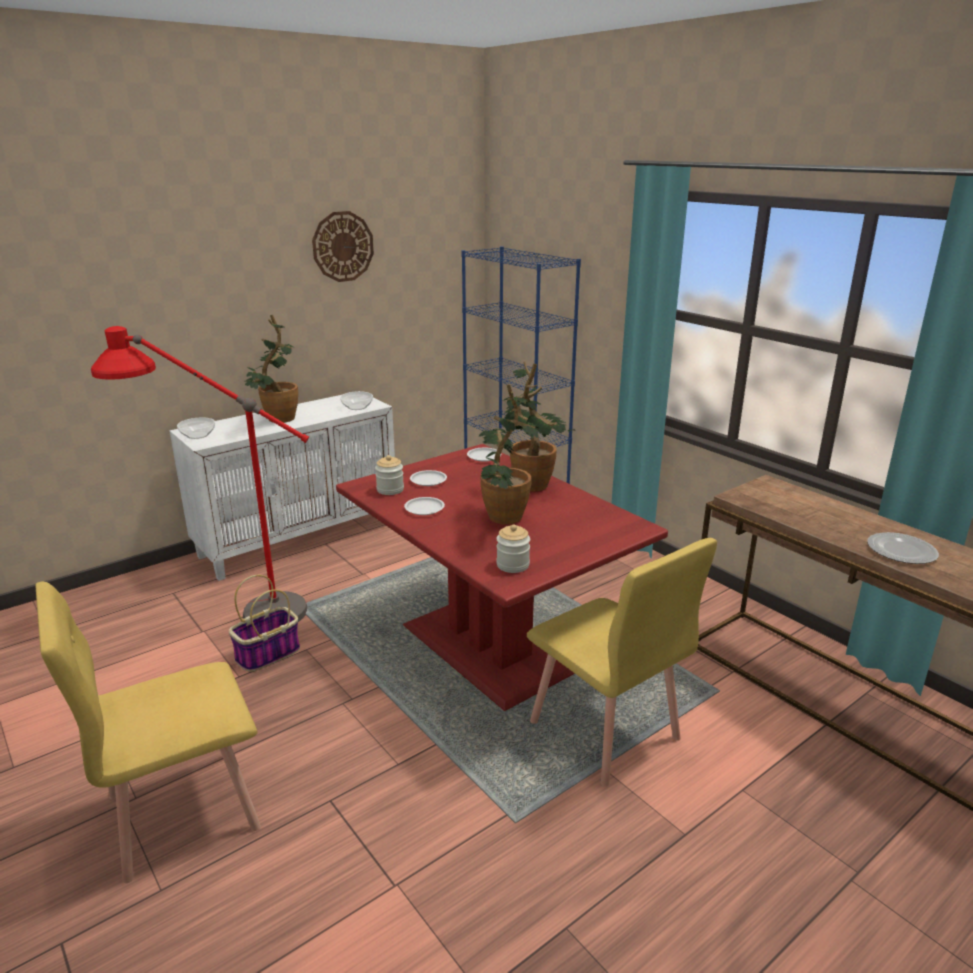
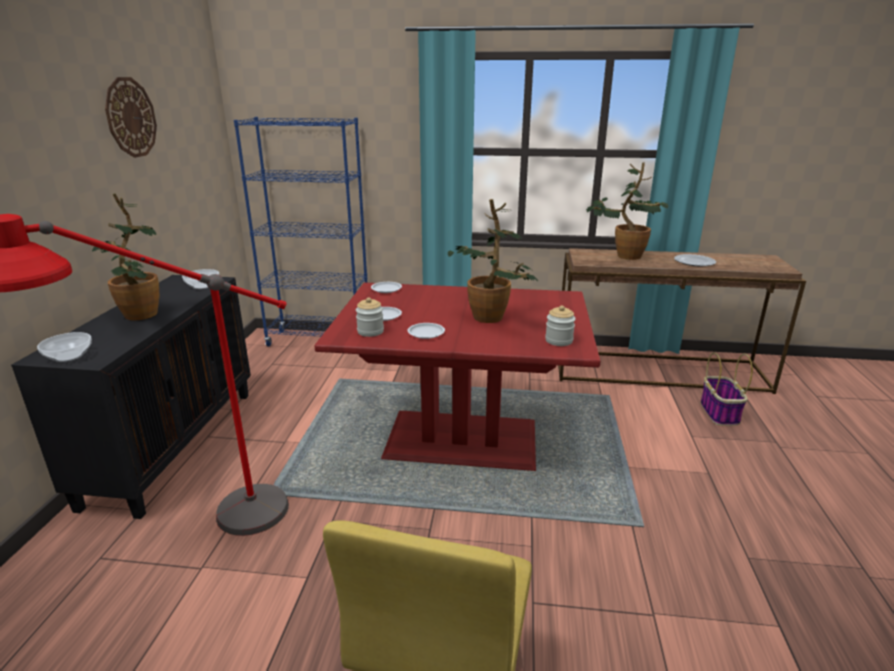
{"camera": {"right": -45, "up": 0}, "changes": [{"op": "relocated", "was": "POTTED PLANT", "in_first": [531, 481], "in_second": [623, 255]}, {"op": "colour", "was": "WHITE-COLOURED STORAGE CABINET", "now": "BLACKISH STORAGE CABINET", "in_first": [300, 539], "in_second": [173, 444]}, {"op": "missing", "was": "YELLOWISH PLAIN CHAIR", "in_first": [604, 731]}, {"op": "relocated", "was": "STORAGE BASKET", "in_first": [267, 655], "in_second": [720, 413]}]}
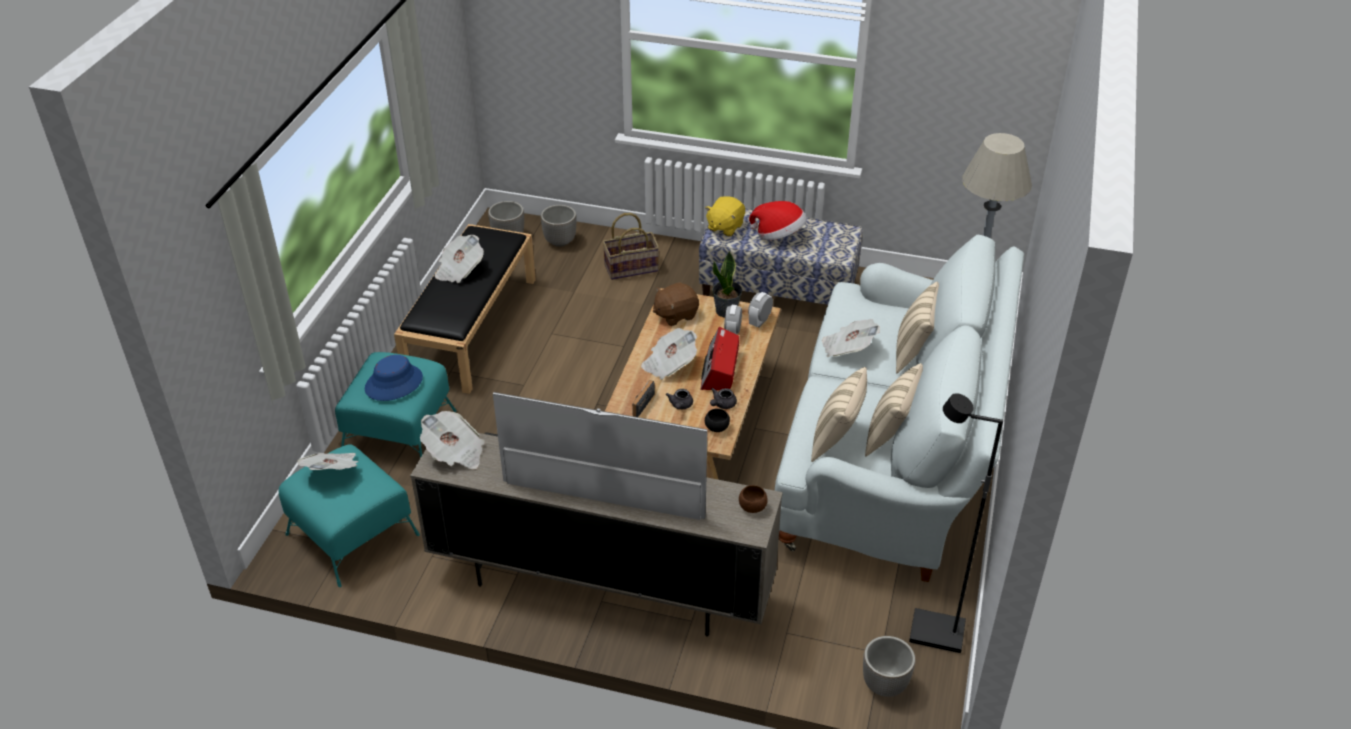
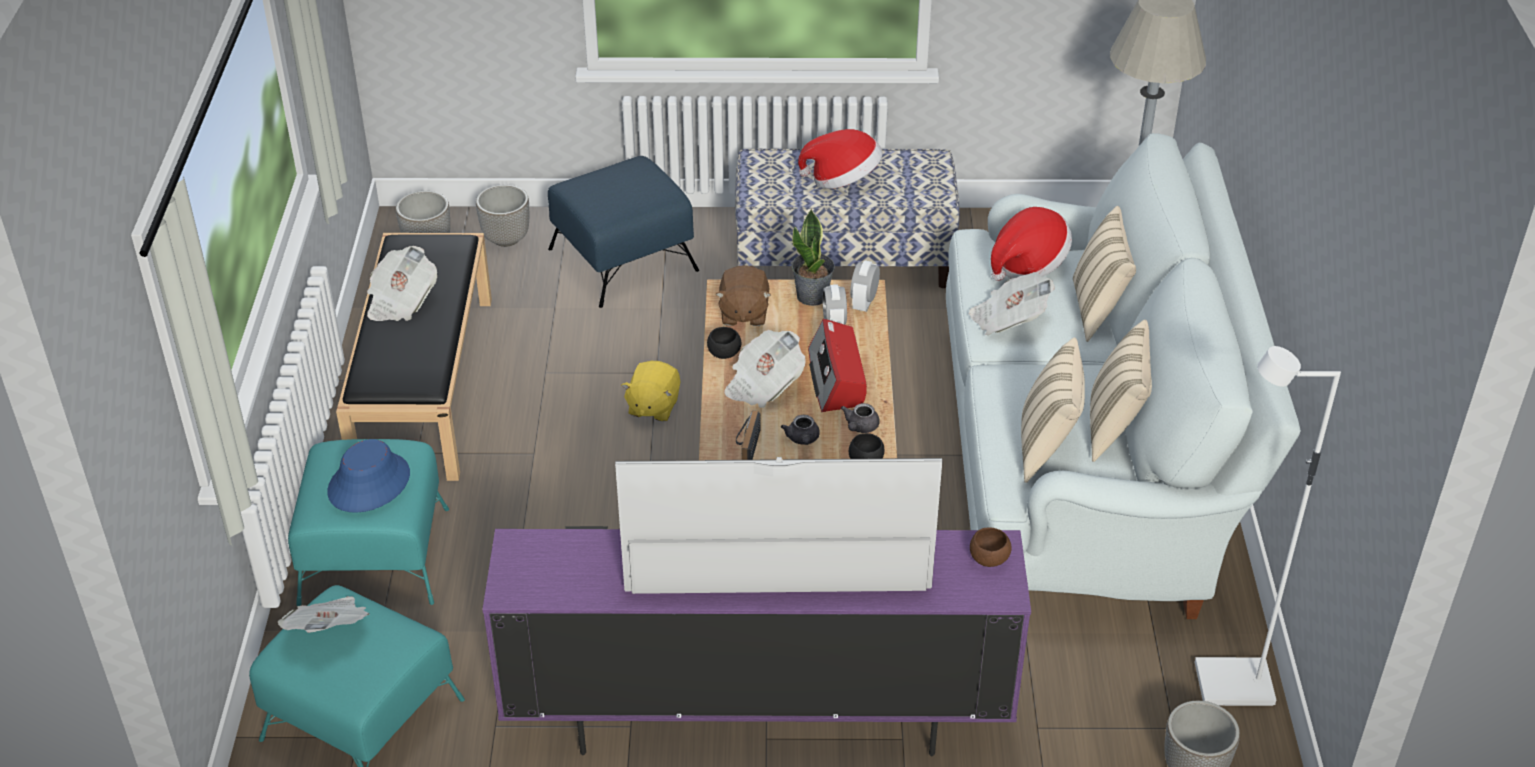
{"camera": {"right": -15, "up": 0}, "changes": [{"op": "relocated", "was": "YELLOWISH PLUSH TOY", "in_first": [725, 227], "in_second": [653, 406]}, {"op": "exchanged", "was": "STORAGE BASKET", "now": "BLUISH FOOTREST", "in_first": [631, 267], "in_second": [624, 259]}, {"op": "spun", "was": "BROWN-COLOURED PLUSH TOY", "in_first": [675, 315], "in_second": [743, 313], "clockwise": -45}, {"op": "colour", "was": "BLACKISH STANDING LAMP", "now": "WHITE-COLOURED STANDING LAMP", "in_first": [935, 634], "in_second": [1233, 686]}, {"op": "missing", "was": "PRINTED PAPER", "in_first": [455, 453]}, {"op": "colour", "was": "BEIGE TV UNIT", "now": "PURPLE-COLOURED TV UNIT", "in_first": [599, 586], "in_second": [755, 718]}, {"op": "appeared", "now": "CLOTHING HAT", "in_second": [1028, 264]}, {"op": "appeared", "now": "BLACKISH DEEP DISH", "in_second": [724, 353]}]}
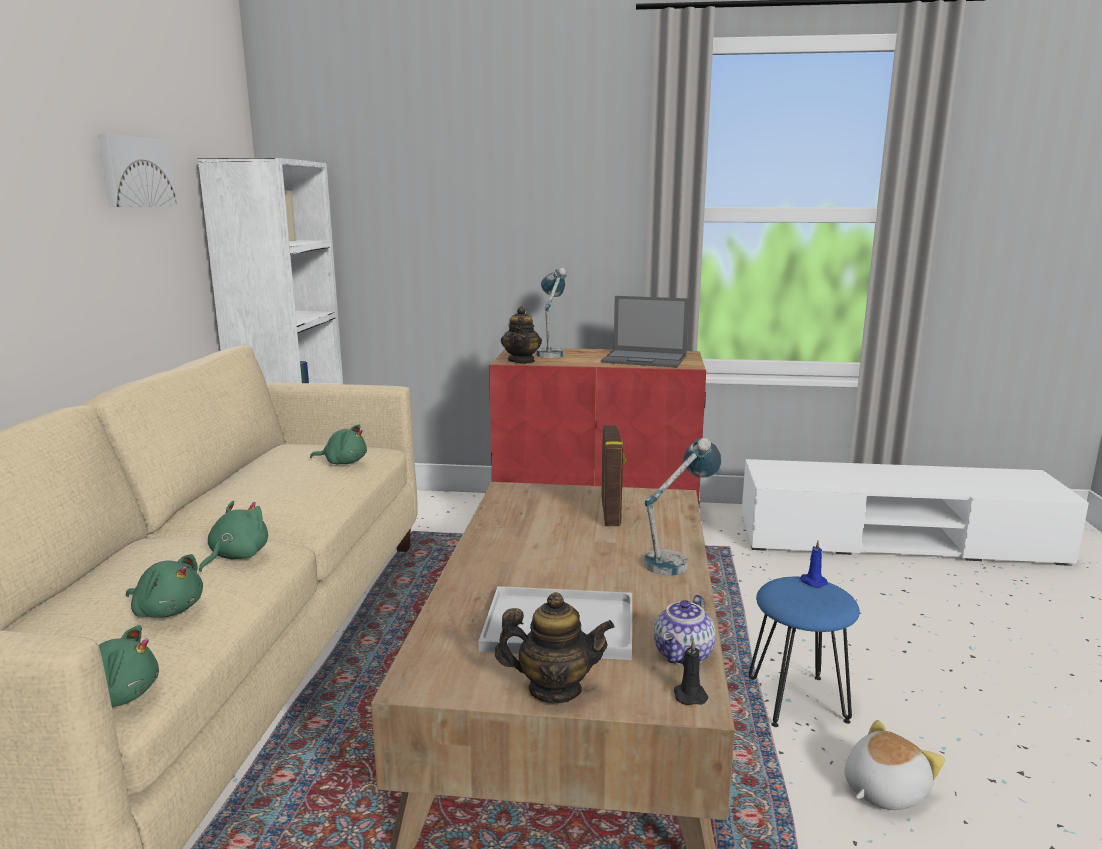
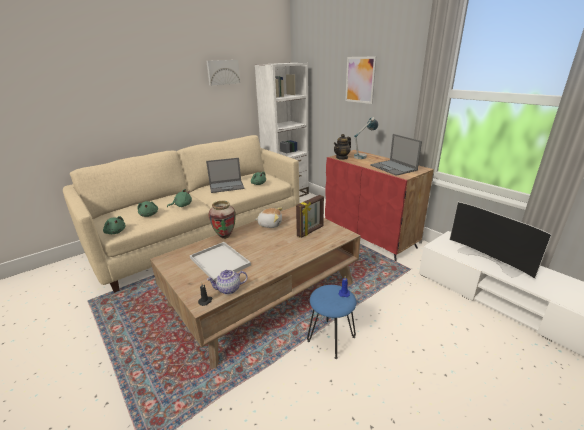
{"camera": {"right": 45, "up": 10}, "changes": [{"op": "missing", "was": "TABLE LAMP", "in_first": [677, 559]}, {"op": "missing", "was": "TEA POT", "in_first": [554, 689]}, {"op": "relocated", "was": "PLUSH TOY", "in_first": [882, 790], "in_second": [270, 224]}, {"op": "appeared", "now": "WALL PICTURE", "in_second": [360, 80]}, {"op": "appeared", "now": "PORTABLE COMPUTER", "in_second": [227, 186]}, {"op": "appeared", "now": "DECORATIVE VASE", "in_second": [225, 236]}, {"op": "appeared", "now": "TELEVISION", "in_second": [490, 259]}]}
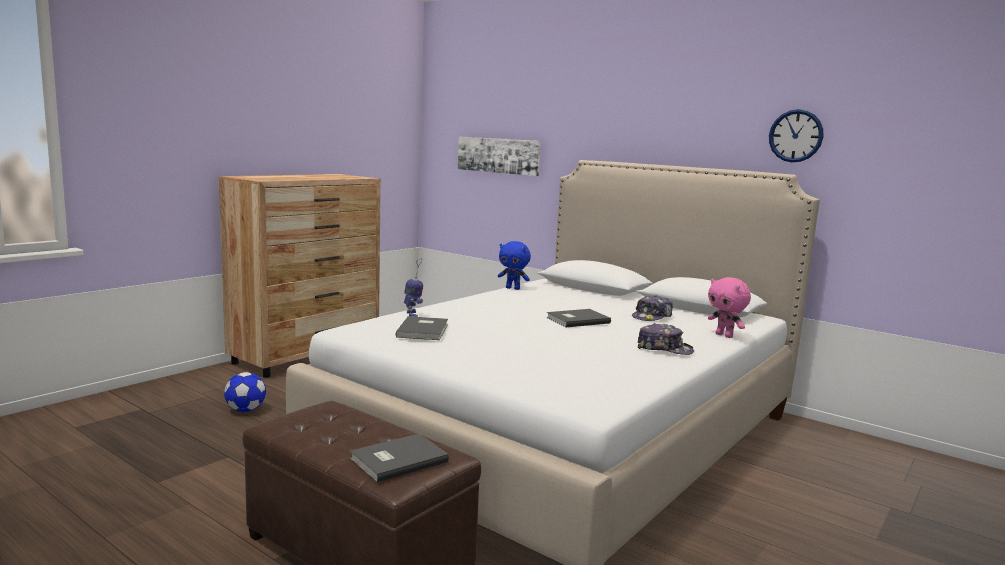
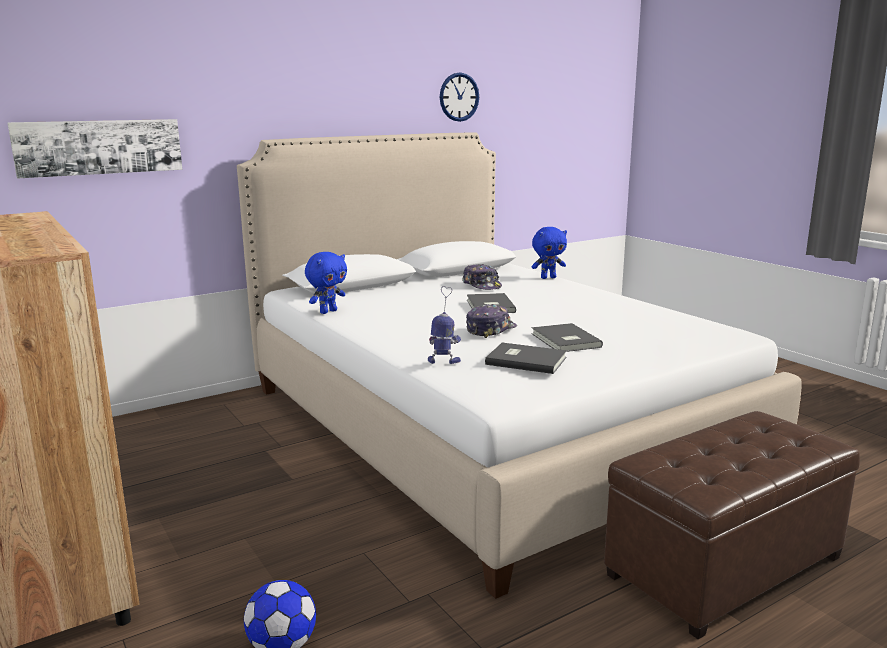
{"camera": {"right": -70, "up": 5}, "changes": [{"op": "colour", "was": "PINKISH PLUSH TOY", "now": "BLUISH PLUSH TOY", "in_first": [725, 336], "in_second": [548, 277]}, {"op": "relocated", "was": "PEAKED CAP", "in_first": [664, 349], "in_second": [490, 330]}, {"op": "relocated", "was": "GREYISH BOOK", "in_first": [396, 460], "in_second": [564, 341]}]}
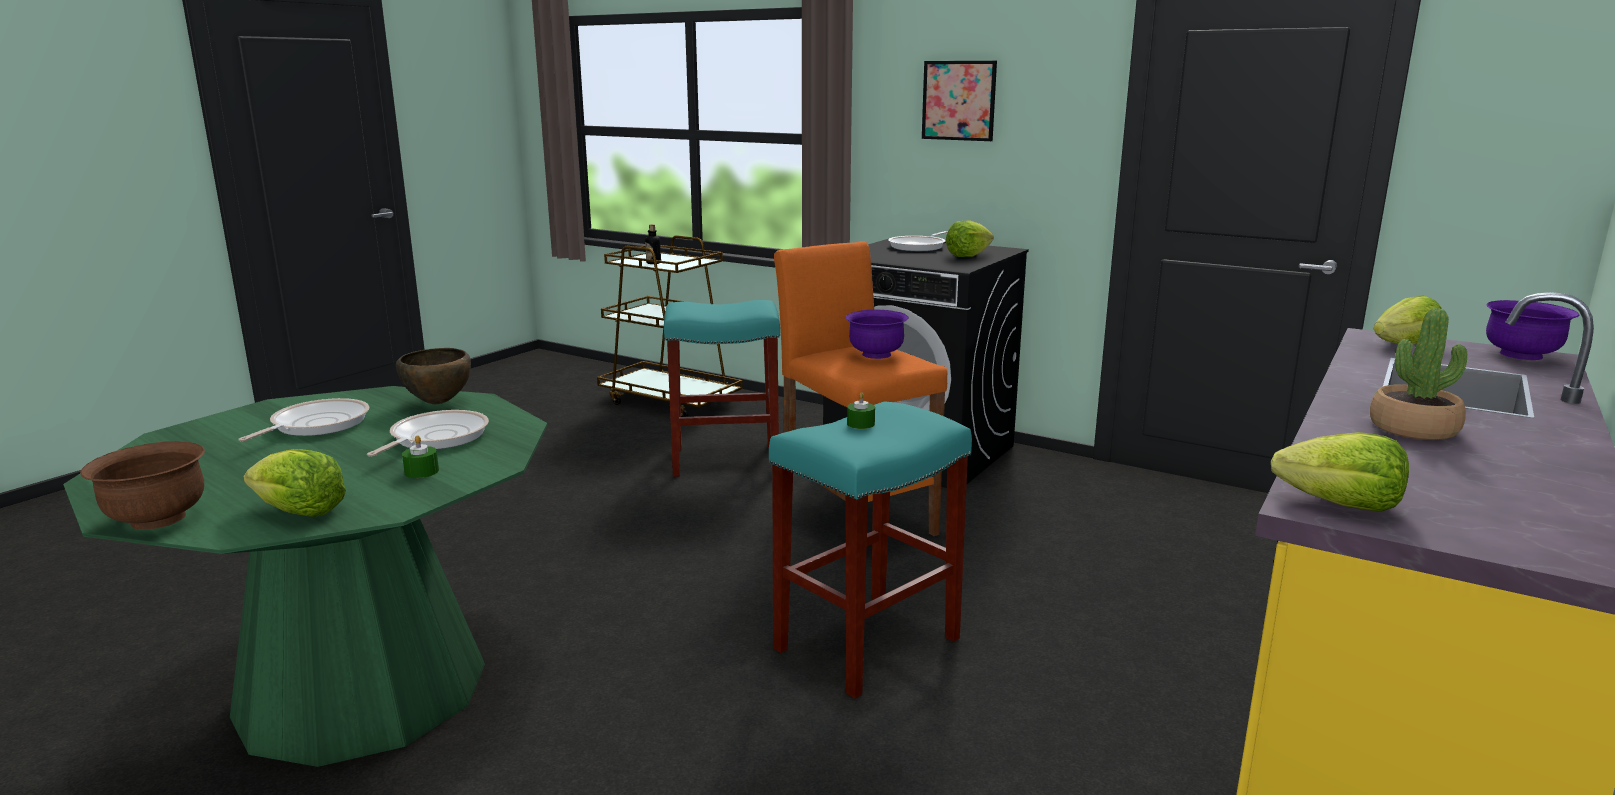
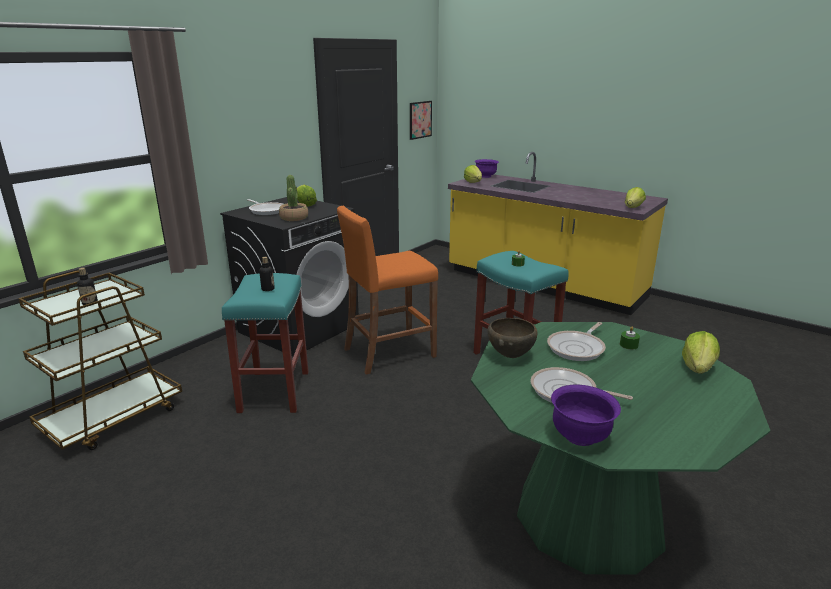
{"camera": {"right": -85, "up": 5}, "changes": [{"op": "relocated", "was": "WALL PICTURE", "in_first": [958, 100], "in_second": [420, 120]}, {"op": "relocated", "was": "POTTED PLANT", "in_first": [1413, 429], "in_second": [294, 218]}, {"op": "relocated", "was": "PURPLE-COLOURED DEEP DISH", "in_first": [876, 354], "in_second": [580, 437]}, {"op": "spun", "was": "SKILLET", "in_first": [435, 438], "in_second": [577, 348], "clockwise": -75}, {"op": "missing", "was": "BROWN-COLOURED DEEP DISH", "in_first": [157, 519]}, {"op": "appeared", "now": "DRINK BOTTLE", "in_second": [268, 289]}]}
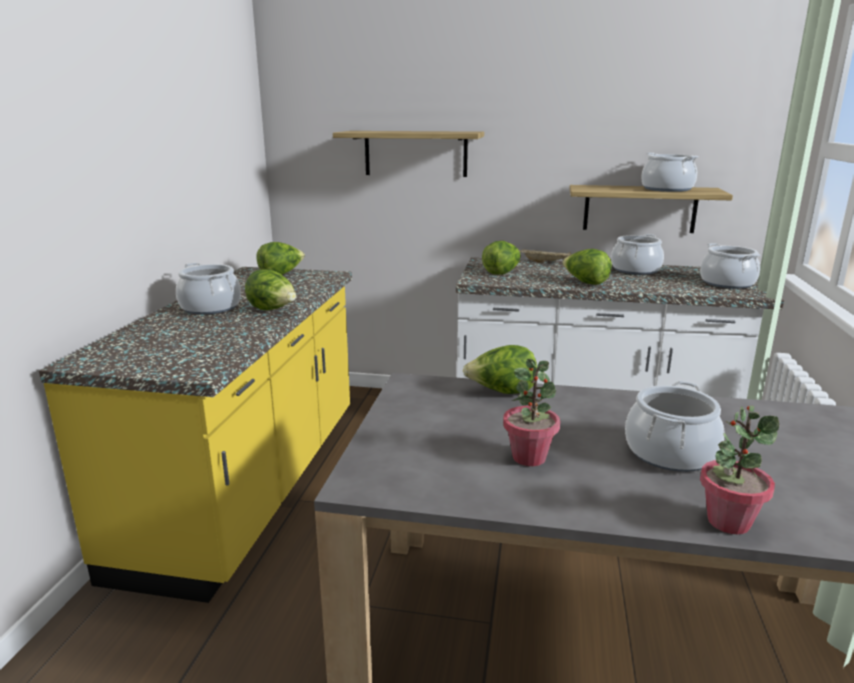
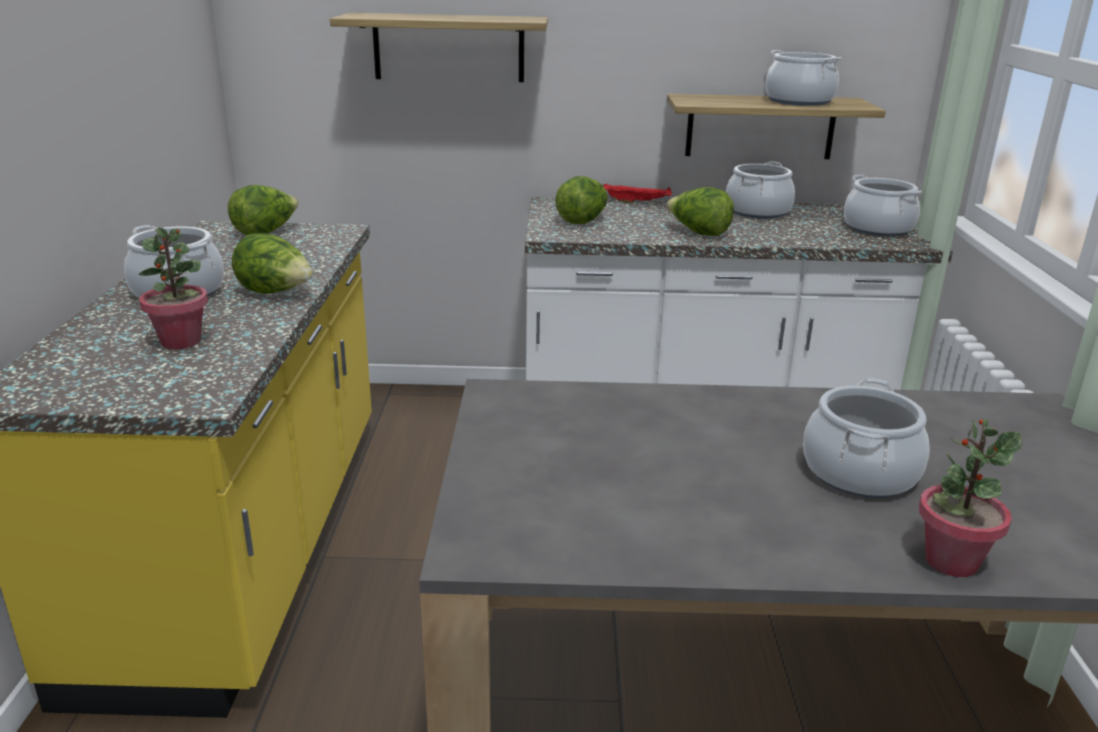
{"camera": {"right": -10, "up": 5}, "changes": [{"op": "colour", "was": "BEIGE TRAY", "now": "RED-COLOURED TRAY", "in_first": [546, 262], "in_second": [636, 202]}, {"op": "missing", "was": "HEAD OF LETTUCE", "in_first": [502, 392]}, {"op": "relocated", "was": "POTTED PLANT", "in_first": [529, 457], "in_second": [181, 341]}]}
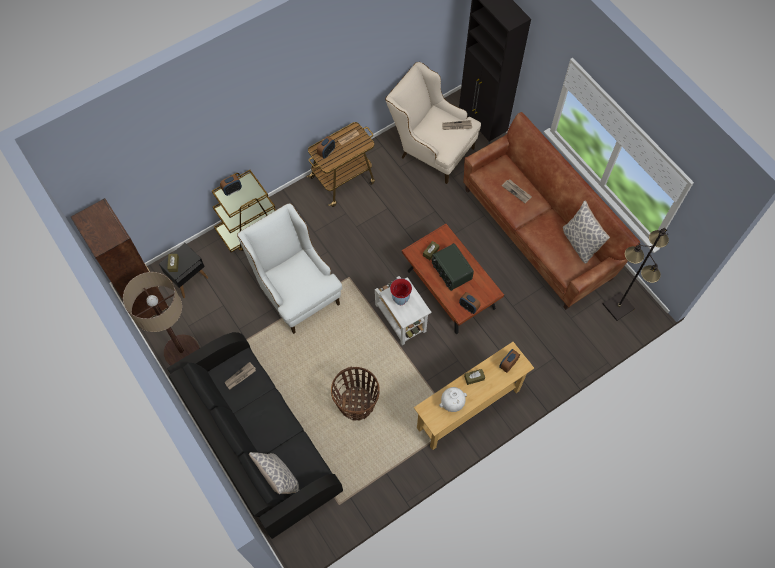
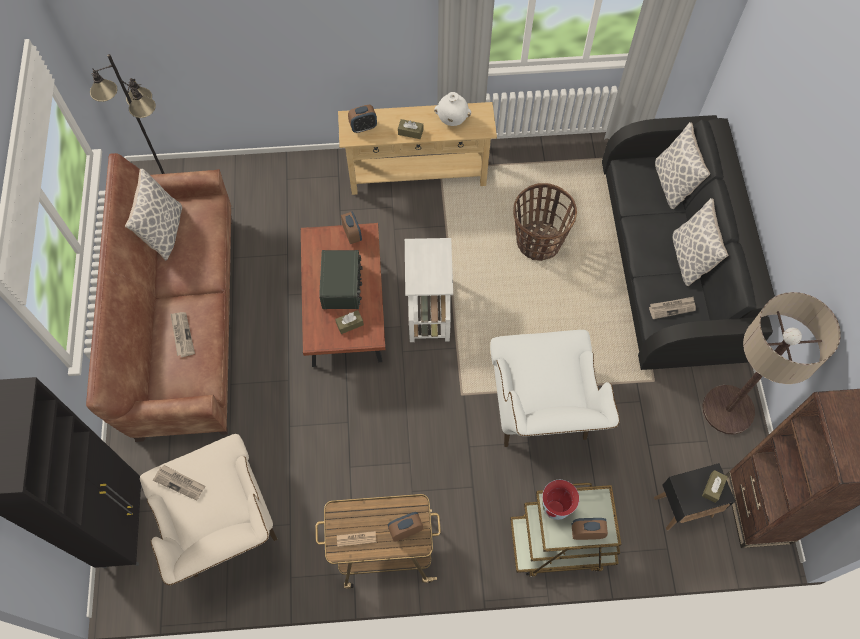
{"camera": {"right": -150, "up": 0}, "changes": [{"op": "relocated", "was": "DECORATIVE VASE", "in_first": [400, 300], "in_second": [555, 509]}, {"op": "appeared", "now": "CUSHION", "in_second": [690, 258]}]}
